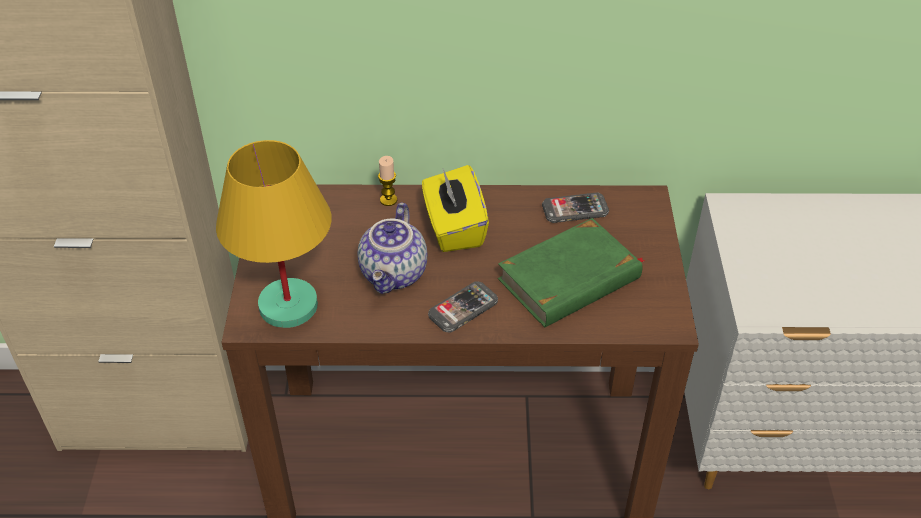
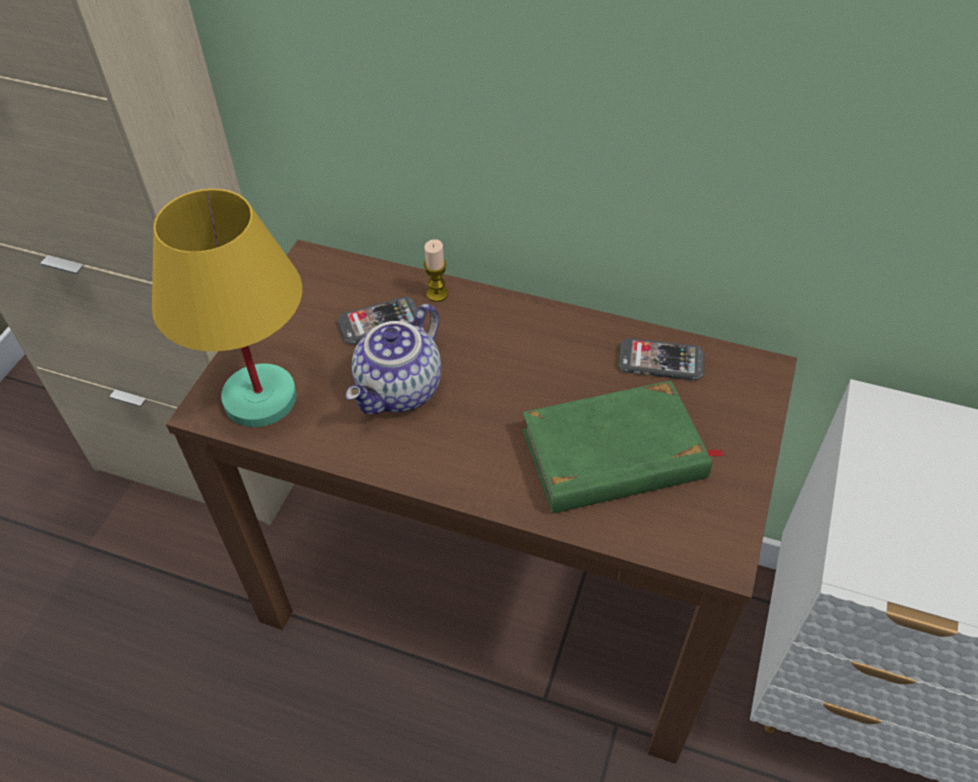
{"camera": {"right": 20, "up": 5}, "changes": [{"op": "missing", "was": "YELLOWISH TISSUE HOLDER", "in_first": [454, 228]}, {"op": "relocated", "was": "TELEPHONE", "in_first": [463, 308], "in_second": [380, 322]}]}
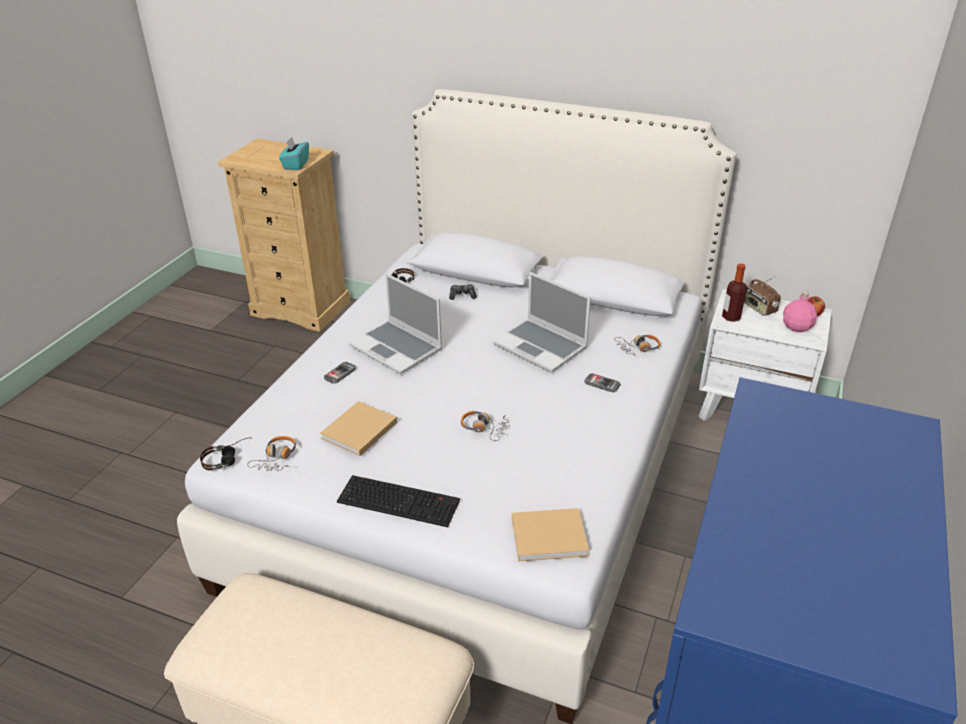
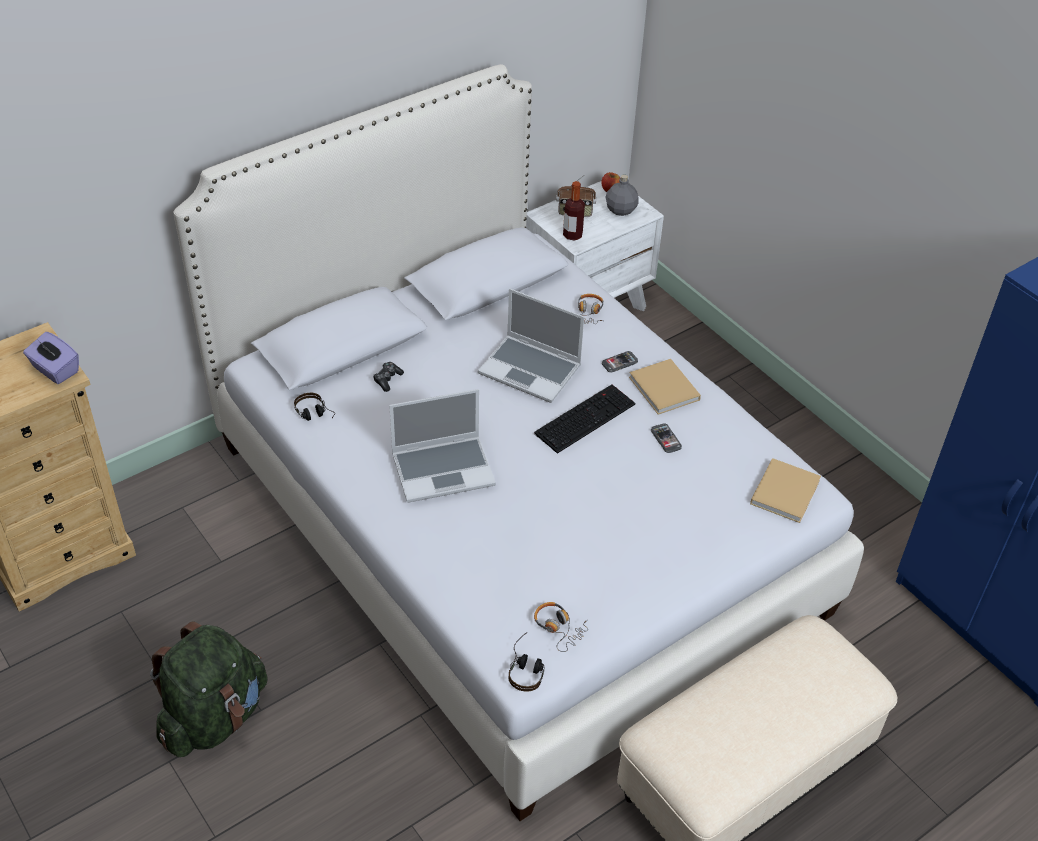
{"camera": {"right": -60, "up": 10}, "changes": [{"op": "colour", "was": "TURQUOISE TISSUE HOLDER", "now": "PURPLE-COLOURED TISSUE HOLDER", "in_first": [295, 165], "in_second": [55, 370]}, {"op": "spun", "was": "PORTABLE COMPUTER", "in_first": [542, 346], "in_second": [531, 370], "clockwise": 45}, {"op": "colour", "was": "PINKISH DRINK BOTTLE", "now": "GREYISH DRINK BOTTLE", "in_first": [796, 327], "in_second": [620, 210]}, {"op": "relocated", "was": "TELEPHONE", "in_first": [340, 373], "in_second": [666, 439]}, {"op": "relocated", "was": "BEIGE BOOK", "in_first": [358, 431], "in_second": [665, 390]}, {"op": "missing", "was": "HEADSET", "in_first": [484, 428]}, {"op": "relocated", "was": "KEYBOARD", "in_first": [400, 500], "in_second": [585, 417]}, {"op": "appeared", "now": "GREENISH BACKPACK", "in_second": [214, 717]}]}
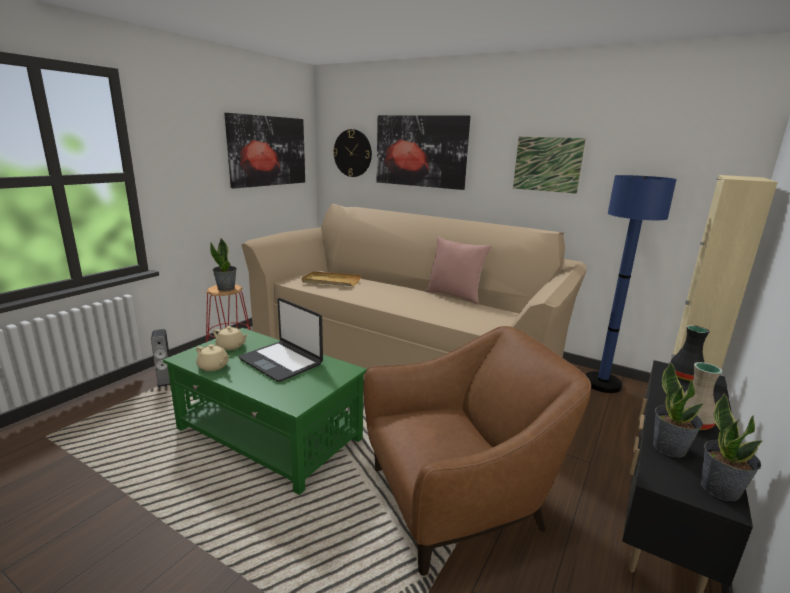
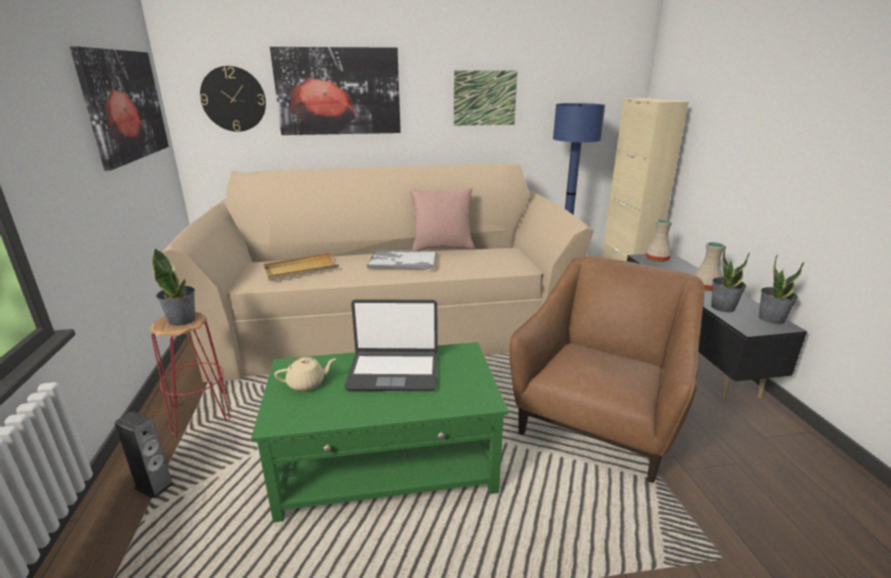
{"camera": {"right": -40, "up": 5}, "changes": [{"op": "colour", "was": "BLACKISH DECORATIVE VASE", "now": "BEIGE DECORATIVE VASE", "in_first": [684, 375], "in_second": [656, 259]}, {"op": "missing", "was": "BEIGE TEA POT", "in_first": [213, 366]}, {"op": "appeared", "now": "TRAY", "in_second": [402, 261]}]}
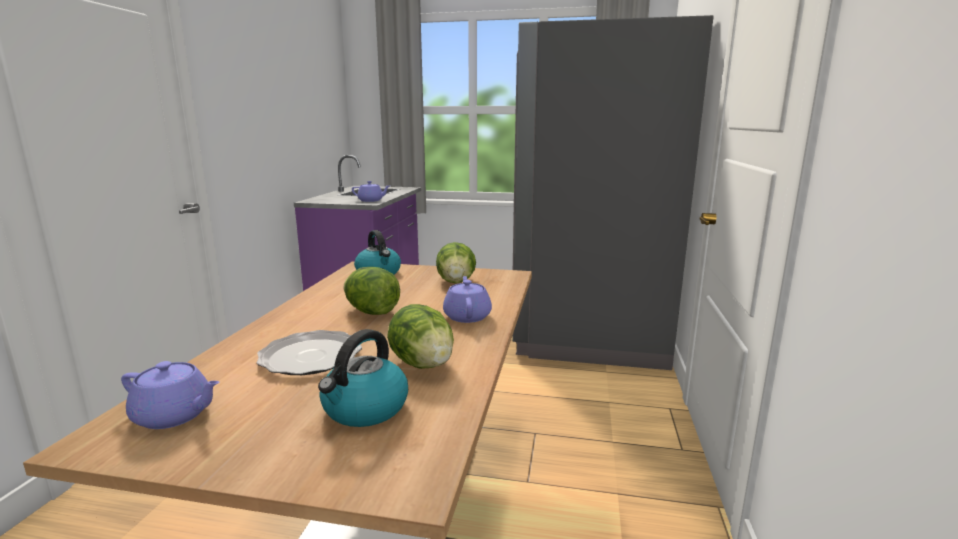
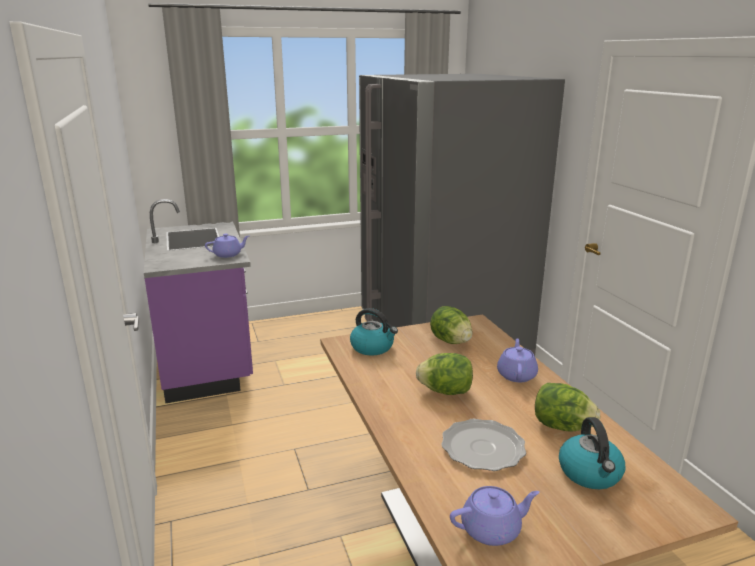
{"camera": {"right": -30, "up": 5}, "changes": [{"op": "spun", "was": "PURPLE-COLOURED TEA POT", "in_first": [467, 316], "in_second": [516, 374], "clockwise": 45}]}
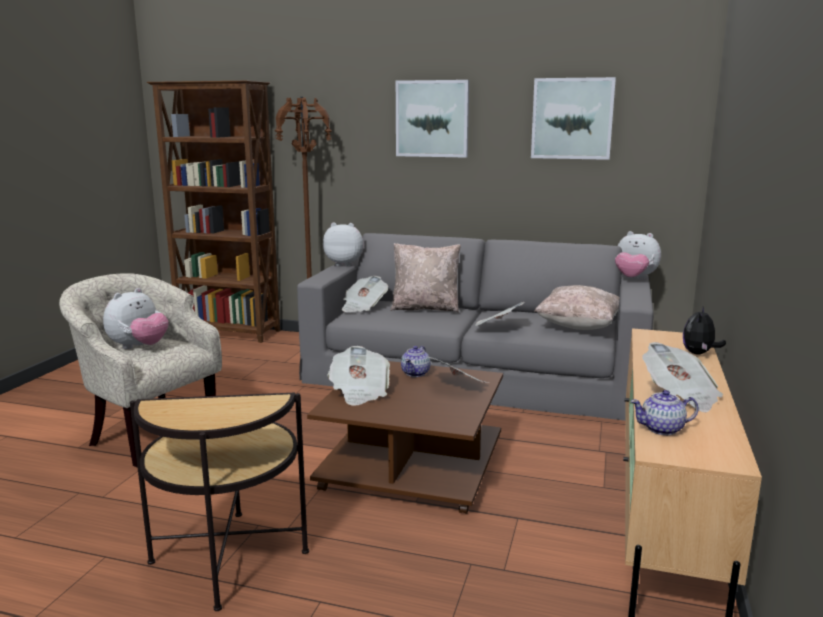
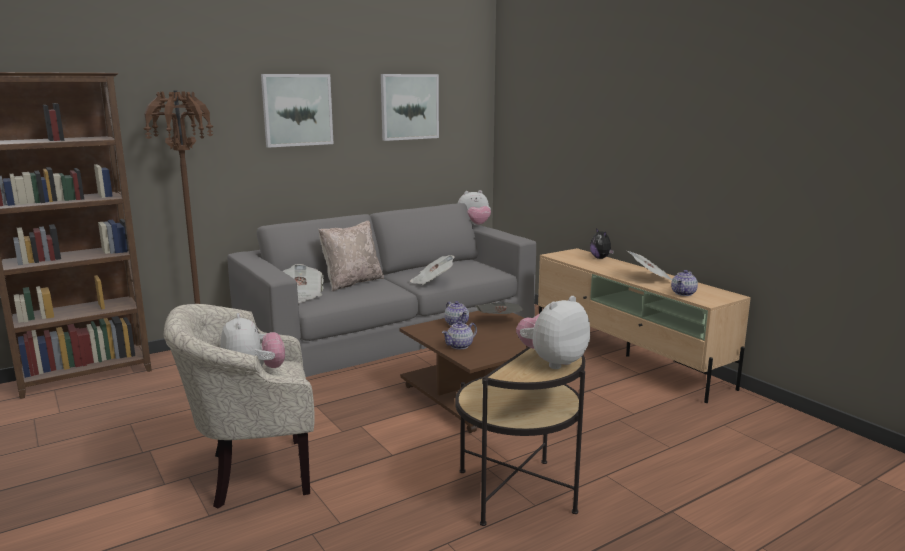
{"camera": {"right": -50, "up": 0}, "changes": [{"op": "relocated", "was": "PLUSH TOY", "in_first": [345, 264], "in_second": [552, 362]}, {"op": "missing", "was": "BEIGE CUSHION", "in_first": [578, 326]}, {"op": "exchanged", "was": "PRINTED PAPER", "now": "TEA POT", "in_first": [359, 392], "in_second": [460, 346]}]}
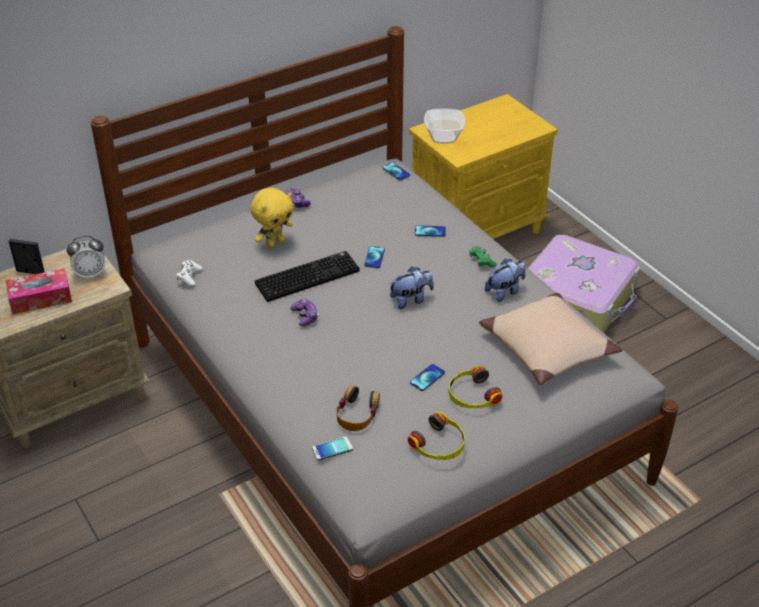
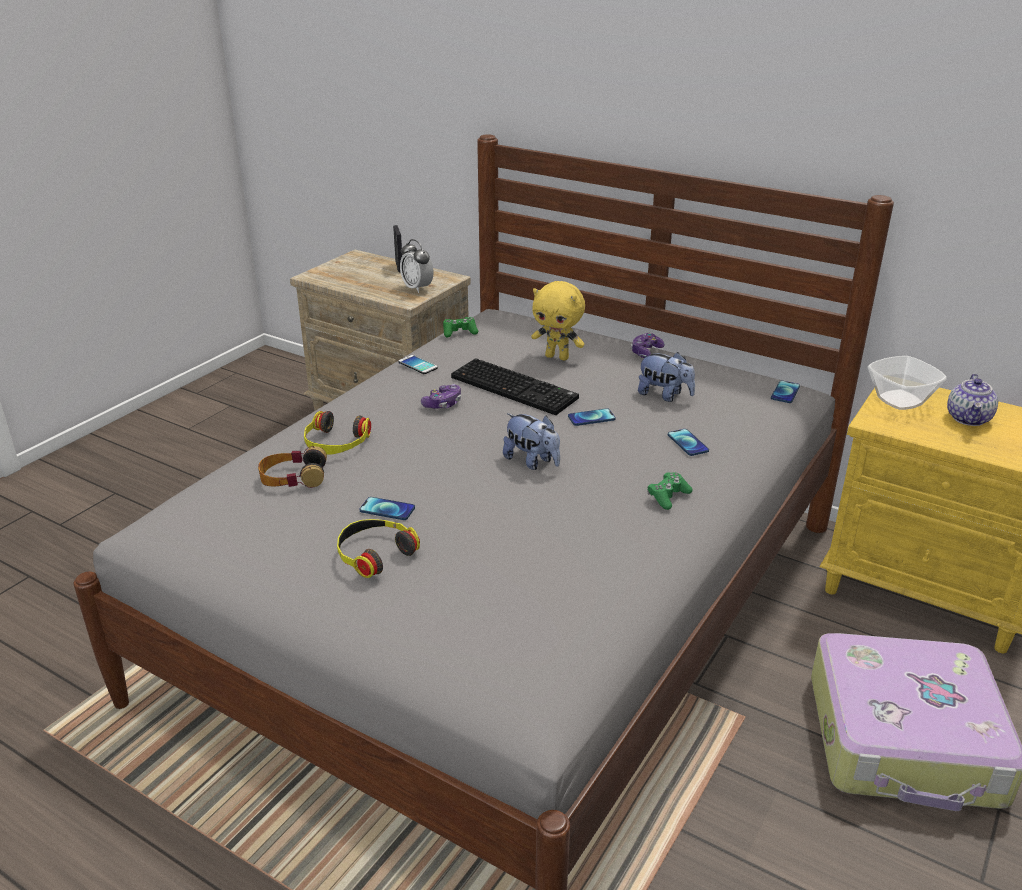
{"camera": {"right": 65, "up": -10}, "changes": [{"op": "relocated", "was": "PLUSH TOY", "in_first": [505, 291], "in_second": [664, 395]}, {"op": "colour", "was": "WHITE-COLOURED GAMEPAD", "now": "GREENISH GAMEPAD", "in_first": [189, 277], "in_second": [459, 332]}, {"op": "missing", "was": "TISSUE HOLDER", "in_first": [40, 298]}, {"op": "missing", "was": "BEIGE CUSHION", "in_first": [548, 348]}, {"op": "relocated", "was": "HEADSET", "in_first": [439, 444], "in_second": [336, 443]}, {"op": "relocated", "was": "TELEPHONE", "in_first": [332, 449], "in_second": [418, 365]}, {"op": "appeared", "now": "TEA POT", "in_second": [969, 419]}]}
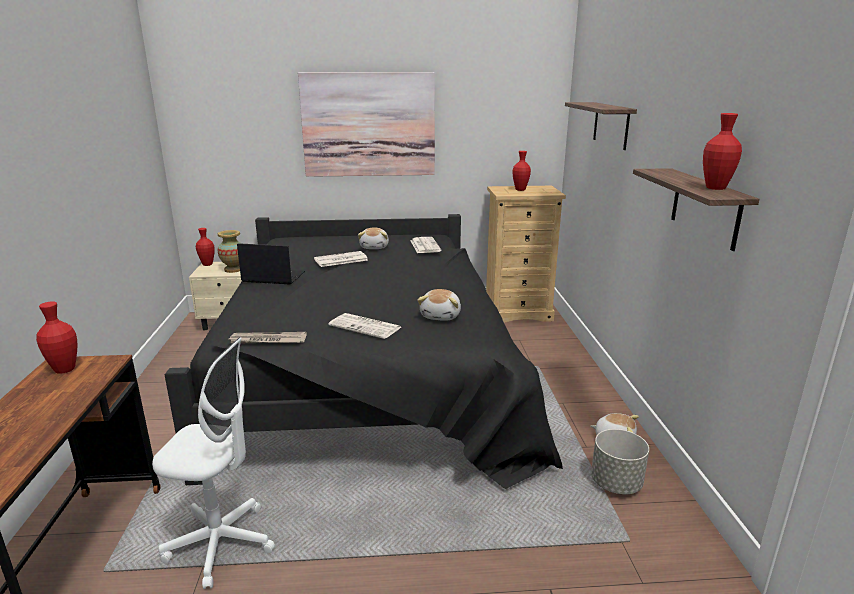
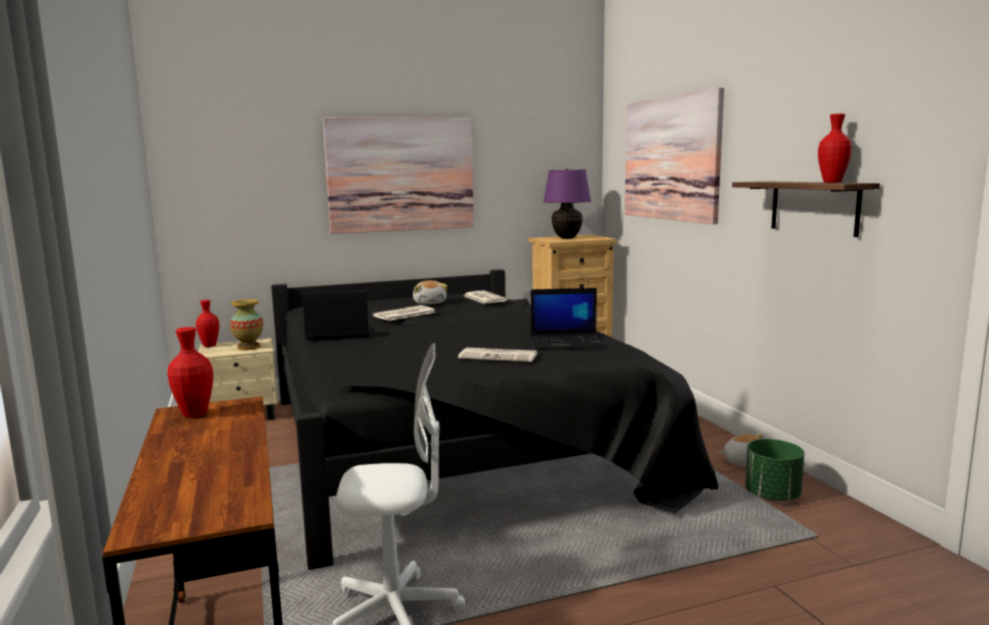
{"camera": {"right": -15, "up": -10}, "changes": [{"op": "exchanged", "was": "BRACKET SHELF", "now": "WALL PICTURE", "in_first": [611, 125], "in_second": [670, 158]}, {"op": "exchanged", "was": "RED-COLOURED DECORATIVE VASE", "now": "PURPLE-COLOURED TABLE LAMP", "in_first": [520, 190], "in_second": [567, 238]}, {"op": "exchanged", "was": "PLUSH TOY", "now": "PORTABLE COMPUTER", "in_first": [441, 316], "in_second": [567, 342]}, {"op": "missing", "was": "PRINTED PAPER", "in_first": [267, 340]}, {"op": "colour", "was": "GREYISH FLOWER POT", "now": "GREENISH FLOWER POT", "in_first": [615, 483], "in_second": [772, 496]}]}
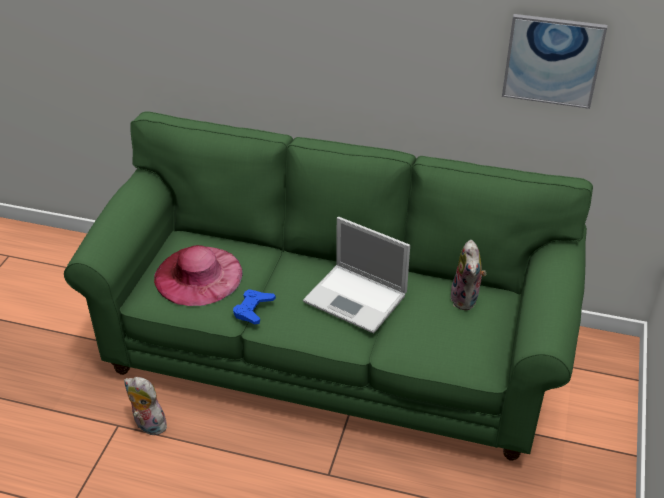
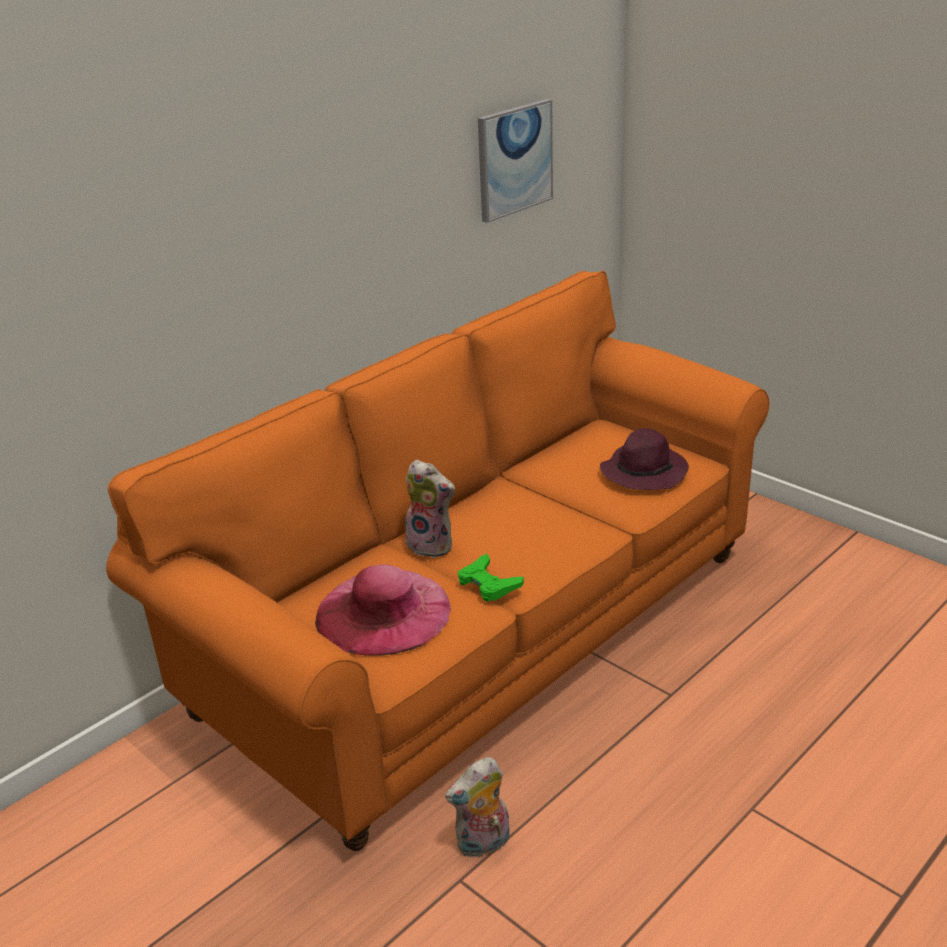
{"camera": {"right": -60, "up": -10}, "changes": [{"op": "colour", "was": "GREENISH COUCH", "now": "ORANGEY COUCH", "in_first": [332, 352], "in_second": [482, 633]}, {"op": "missing", "was": "PORTABLE COMPUTER", "in_first": [357, 299]}, {"op": "relocated", "was": "PLUSH TOY", "in_first": [466, 299], "in_second": [433, 545]}, {"op": "colour", "was": "BLUISH GAMEPAD", "now": "GREENISH GAMEPAD", "in_first": [253, 309], "in_second": [488, 584]}, {"op": "appeared", "now": "PURPLE-COLOURED CLOTHING HAT", "in_second": [644, 471]}]}
